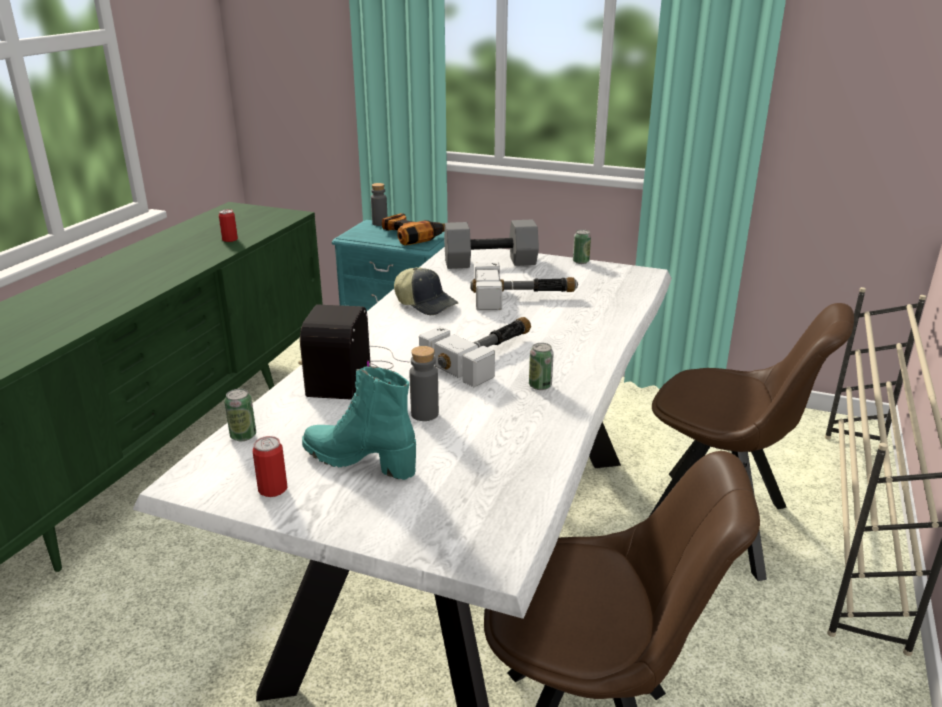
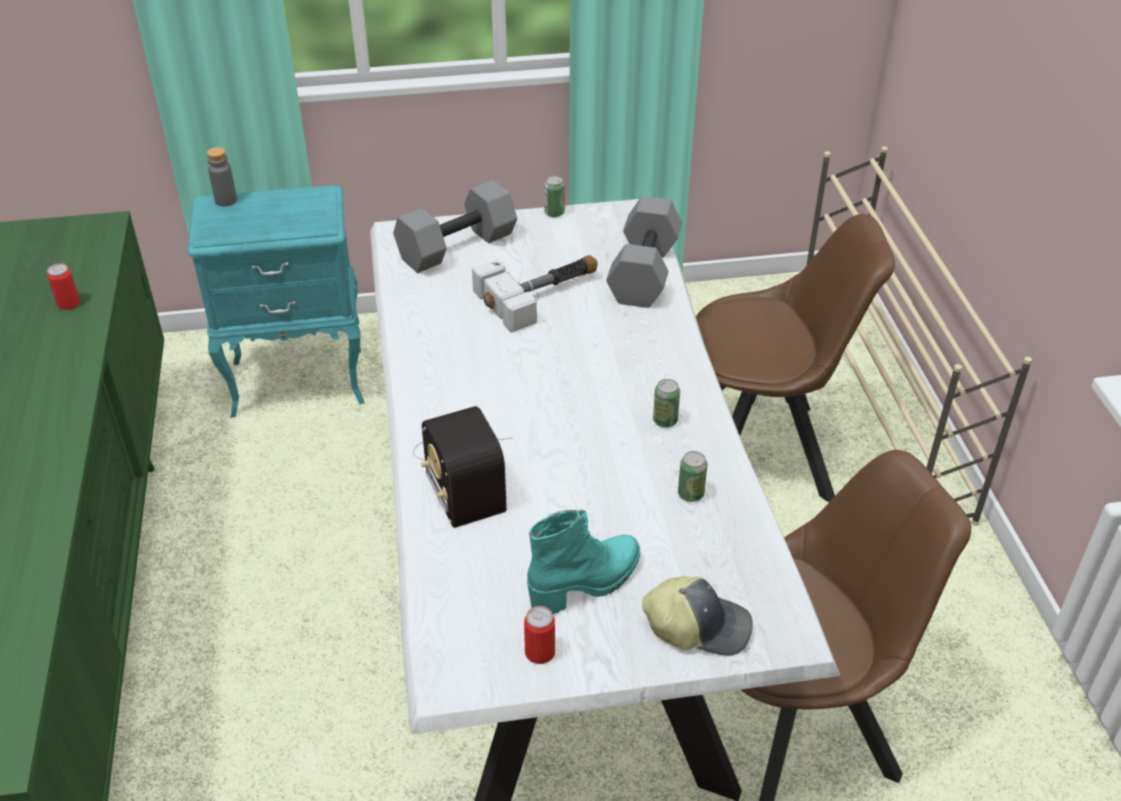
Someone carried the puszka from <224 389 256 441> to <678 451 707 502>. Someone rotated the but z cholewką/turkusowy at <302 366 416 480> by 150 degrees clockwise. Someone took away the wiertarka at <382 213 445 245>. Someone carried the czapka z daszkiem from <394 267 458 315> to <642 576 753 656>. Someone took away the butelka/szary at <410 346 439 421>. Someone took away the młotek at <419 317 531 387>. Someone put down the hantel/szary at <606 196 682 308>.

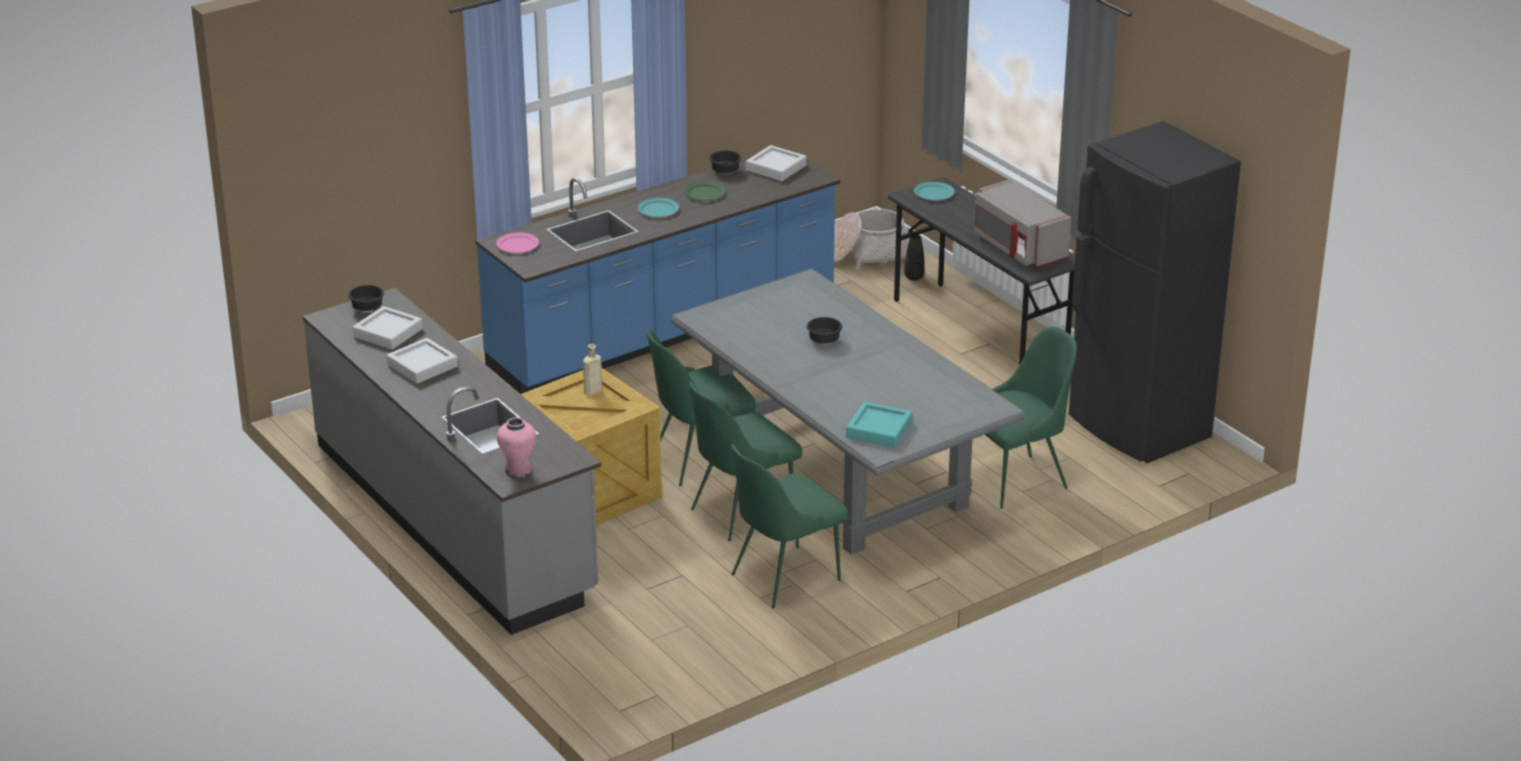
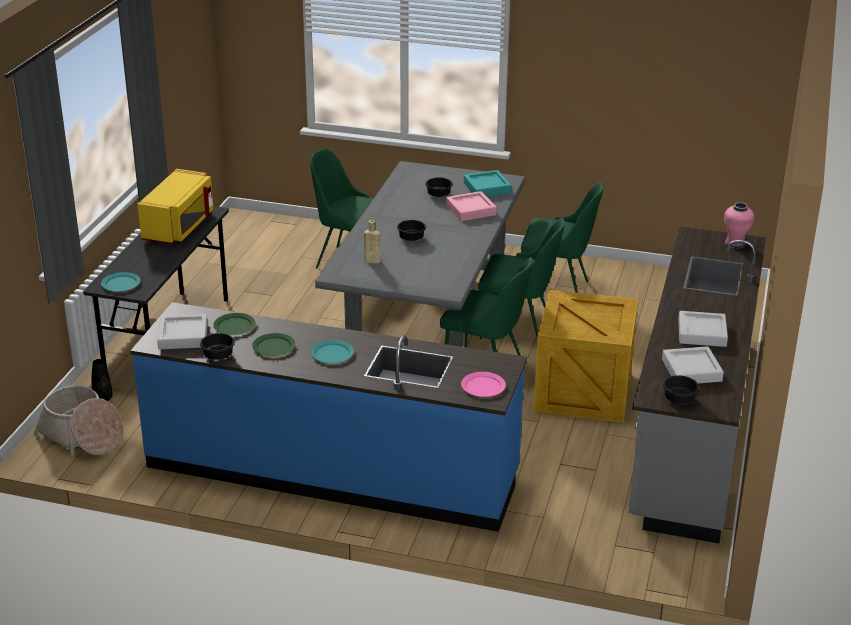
Someone carried the butelka/beżowy from <583 344 602 396> to <364 220 381 264>. Someone repainted the mikrofalówka/szary at <974 179 1071 268>, which became the mikrofalówka/żółty at <138 169 214 244>. Someone took away the lodówka/czarny at <1069 121 1241 463>. Someone put down the talerz/zielony at <213 313 256 335>. Someone put down the miska/czarny at <425 177 453 197>. Someone put down the taca/różowy at <446 191 497 221>.

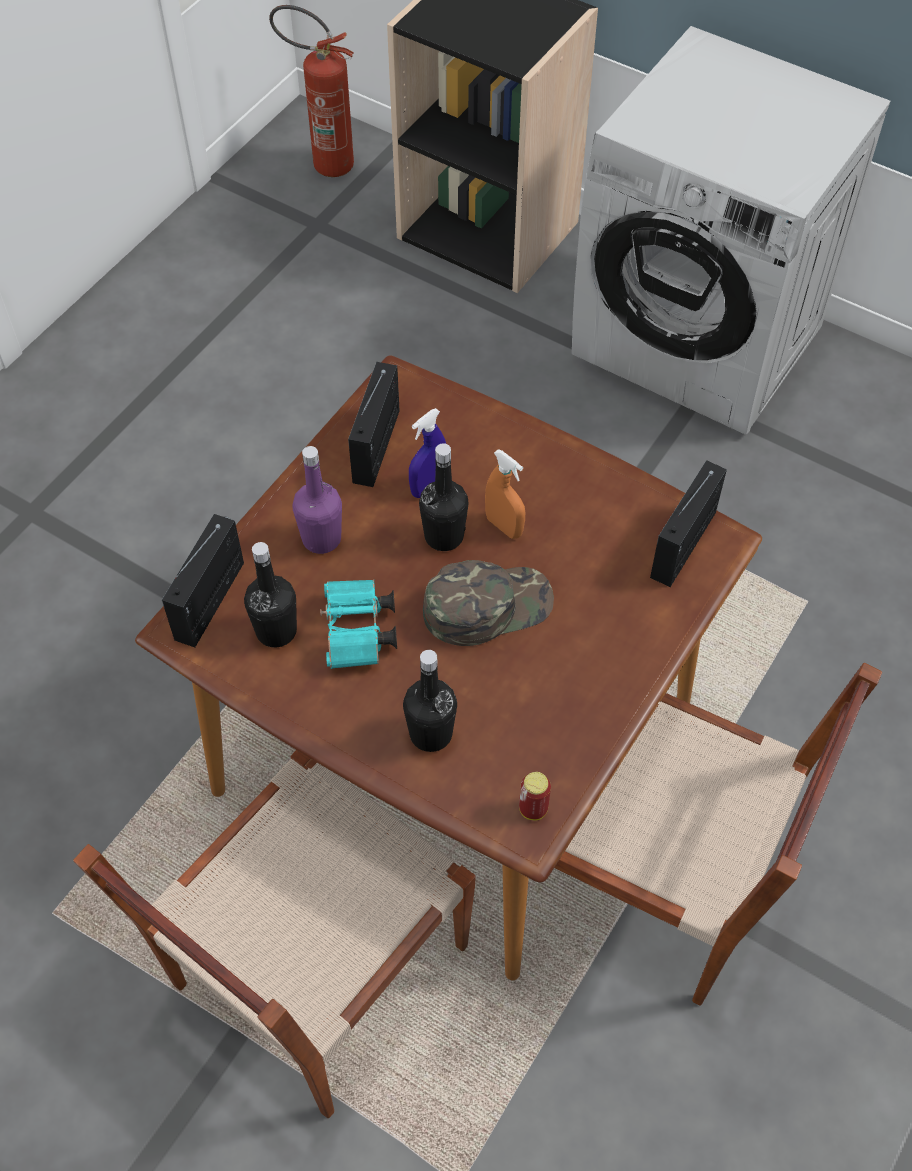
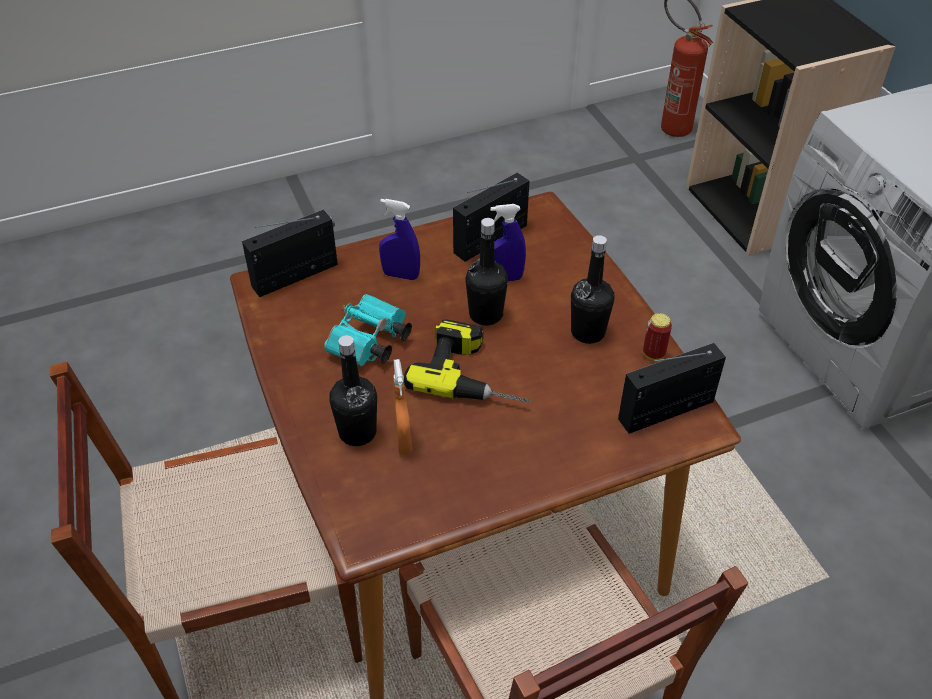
Someone carried the butelka/czarny from <244 542 297 648> to <571 235 614 344>. Someone swapped the butelka/fioletowy at <292 446 342 554> for the spryskiwacz/niebieski at <379 199 420 280>. Someone swapped the czapka z daszkiem/zielony at <423 560 554 646> for the wiertarka at <404 320 530 403>. Someone carried the spryskiwacz/pomarańczowy from <485 449 525 539> to <393 359 412 455>. Someone carried the puszka from <519 772 551 821> to <643 313 672 361>.

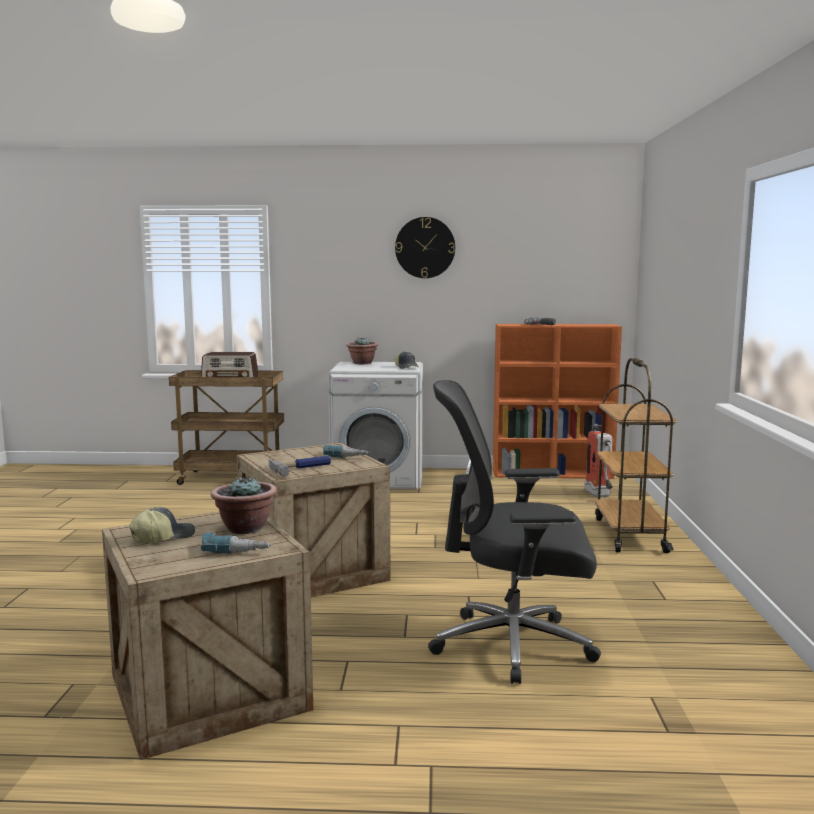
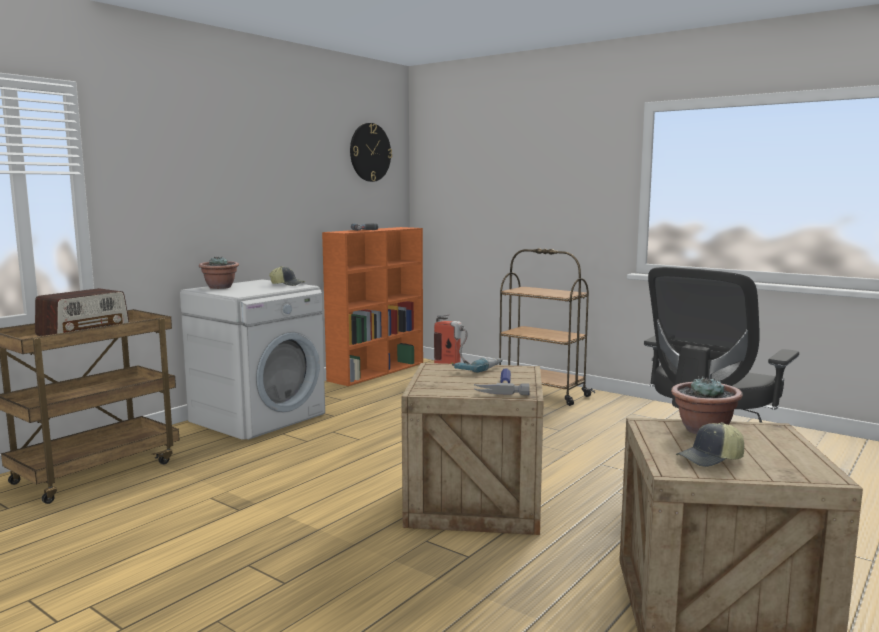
Someone rotated the czapka z daszkiem at <129 507 195 544> by 105 degrees counterclockwise. Someone took away the wiertarka at <201 532 271 554>. Someone carried the zegar ścienny from <395 217 455 278> to <350 123 392 182>.

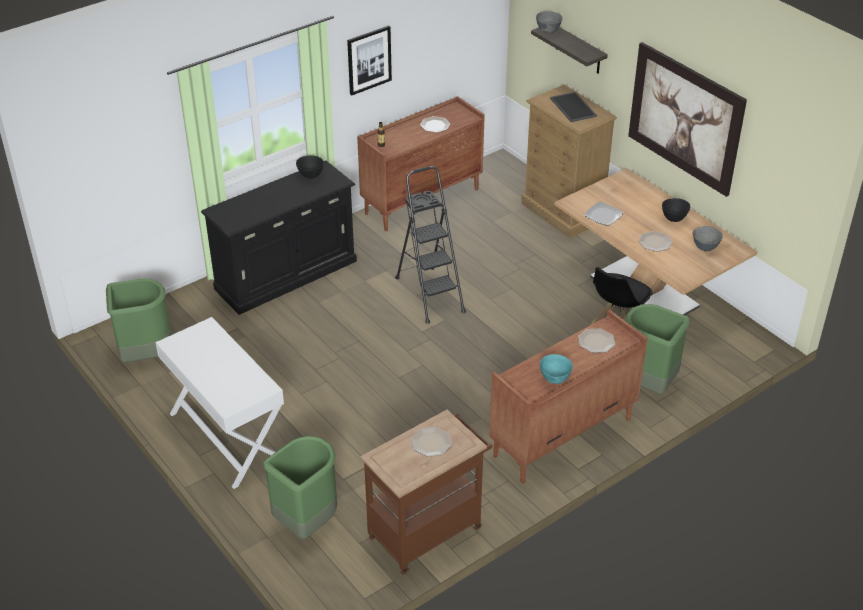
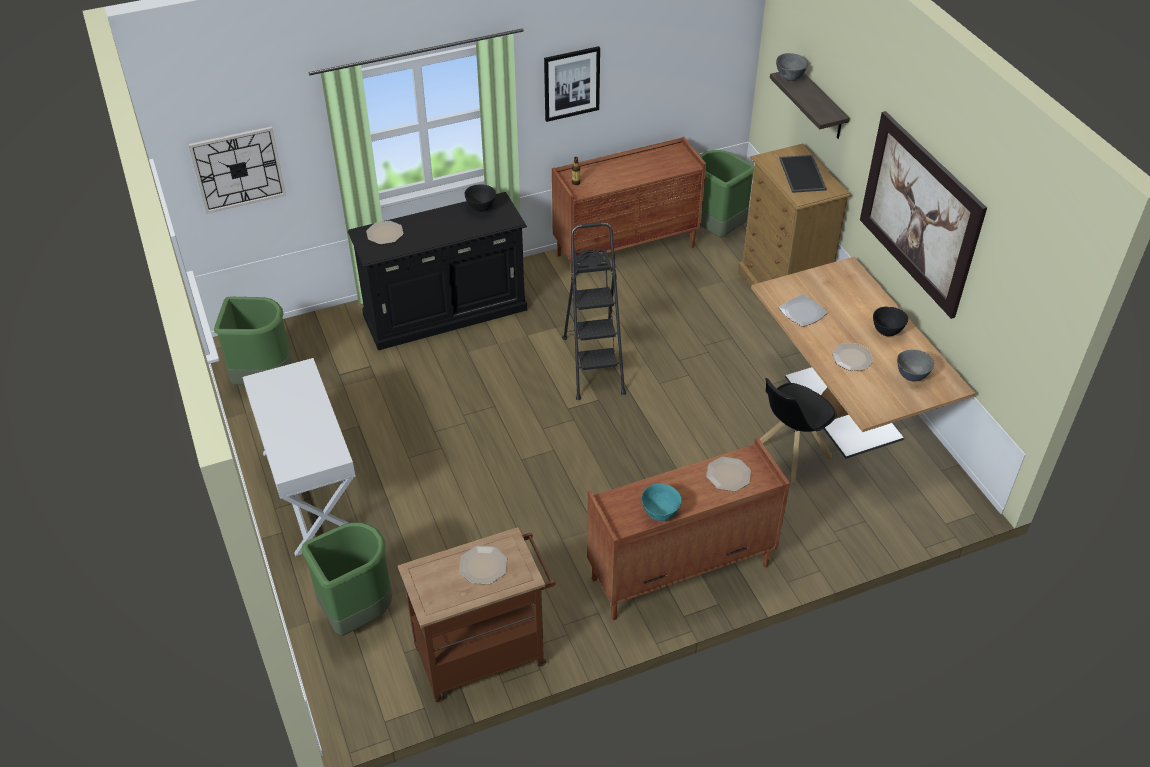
Someone carried the talerz from <420 116 450 133> to <366 221 404 244>. Someone carried the kosz na śmieci/zielony from <625 304 690 394> to <700 150 754 238>. Someone put up the zegar ścienny at <188 126 286 214>.

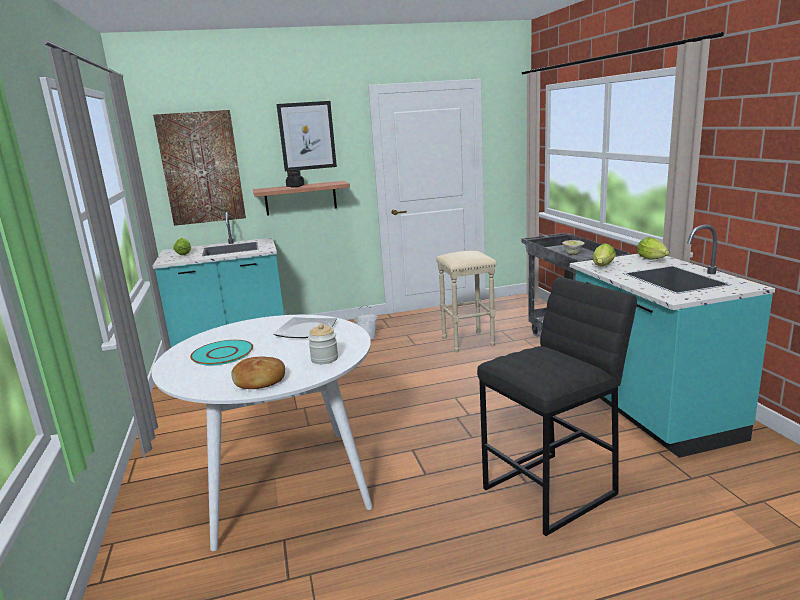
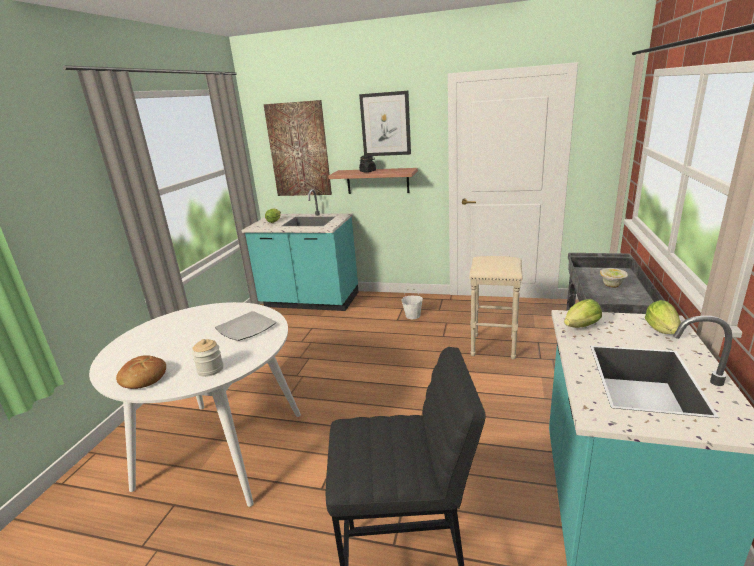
Someone took away the talerz/turkusowy at <190 340 253 366>.

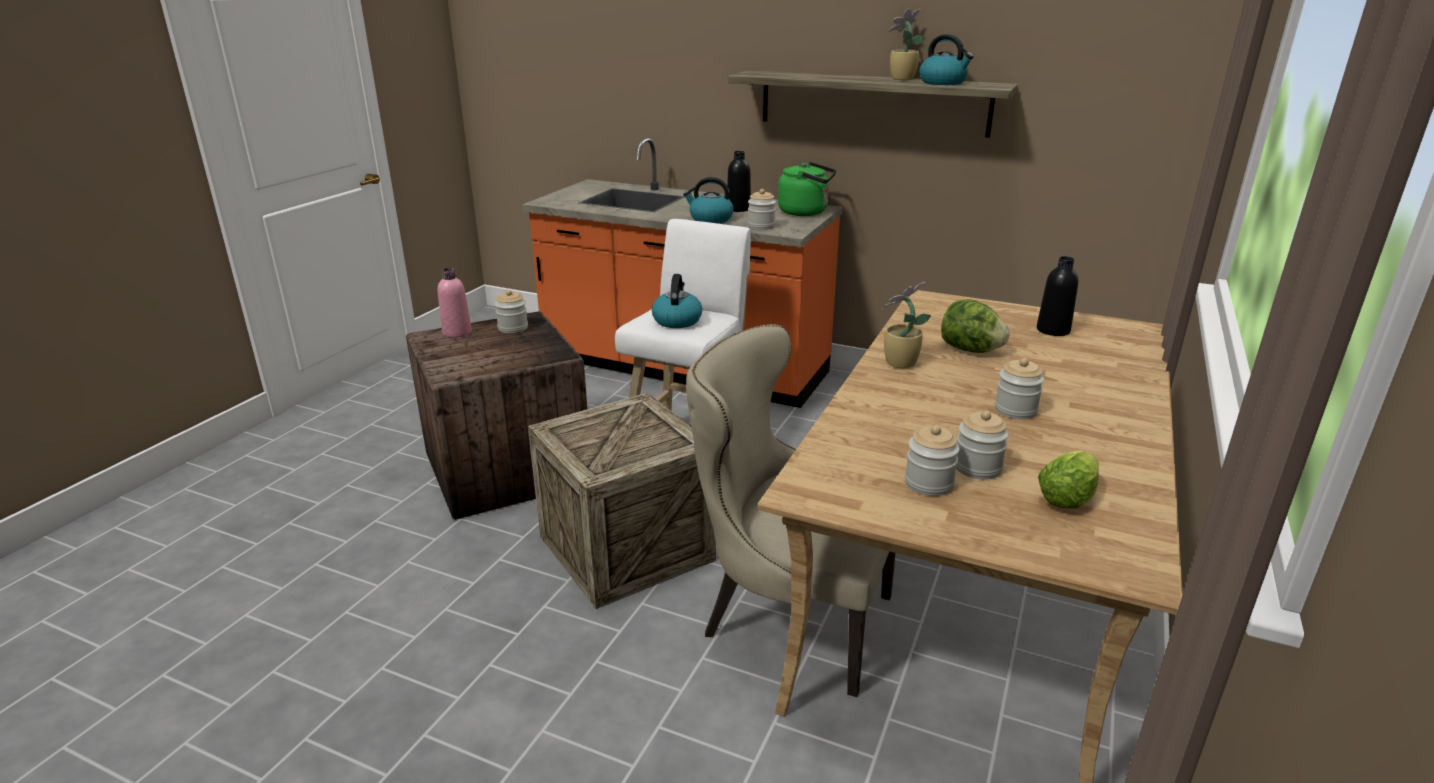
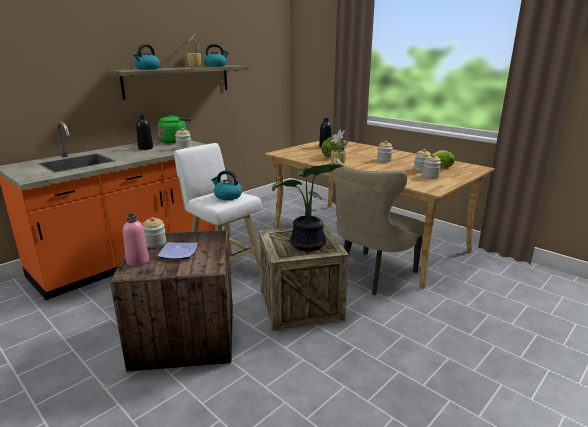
Someone carried the czajnik from <683 177 733 223> to <134 44 161 70>. Someone put down the talerz at <158 242 198 259>. Someone put down the roślina doniczkowa at <272 163 343 252>.

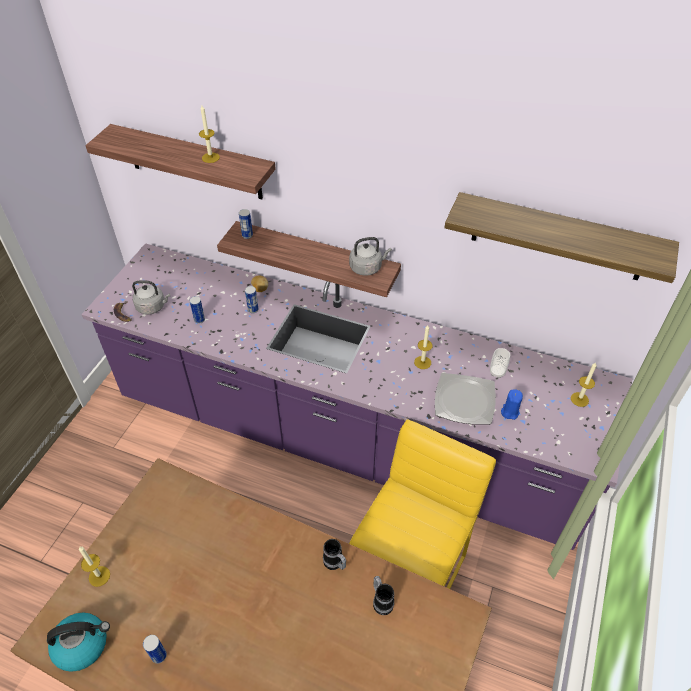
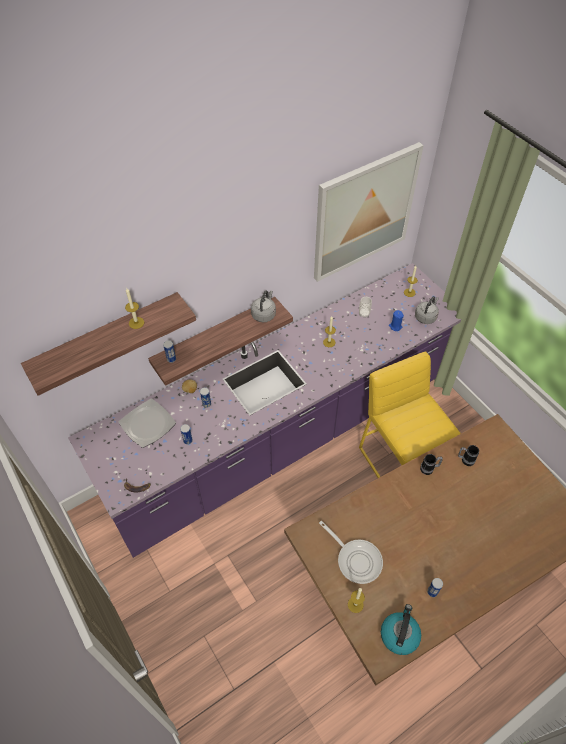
Someone carried the czajnik/szary from <132 280 170 315> to <415 296 439 324>. Someone carried the talerz from <435 373 496 425> to <119 398 176 448>. Someone swapped the półka at <444 192 679 283> for the obraz at <314 142 424 282>. Someone put down the patelnia at <319 521 383 584>.

